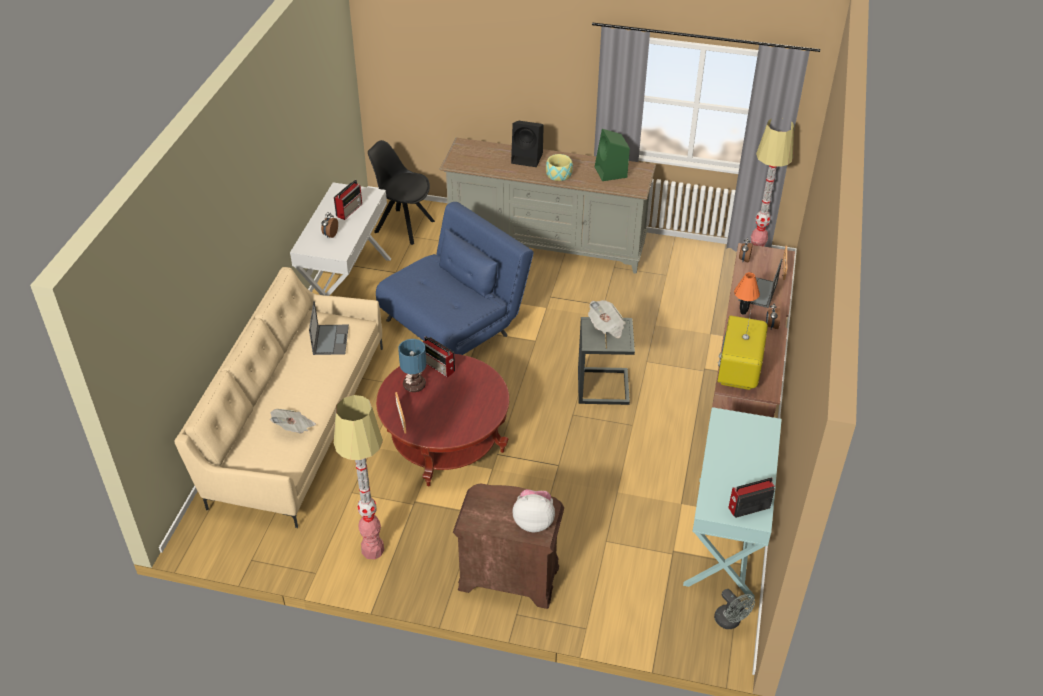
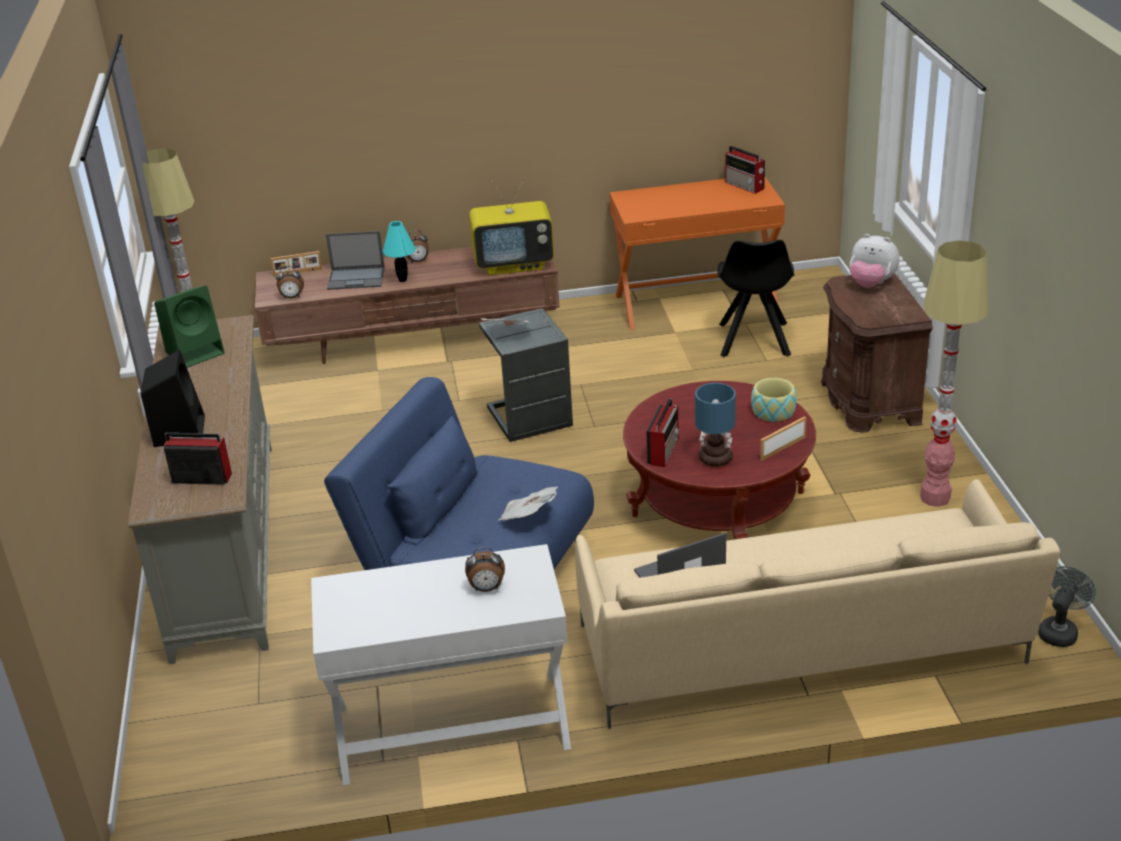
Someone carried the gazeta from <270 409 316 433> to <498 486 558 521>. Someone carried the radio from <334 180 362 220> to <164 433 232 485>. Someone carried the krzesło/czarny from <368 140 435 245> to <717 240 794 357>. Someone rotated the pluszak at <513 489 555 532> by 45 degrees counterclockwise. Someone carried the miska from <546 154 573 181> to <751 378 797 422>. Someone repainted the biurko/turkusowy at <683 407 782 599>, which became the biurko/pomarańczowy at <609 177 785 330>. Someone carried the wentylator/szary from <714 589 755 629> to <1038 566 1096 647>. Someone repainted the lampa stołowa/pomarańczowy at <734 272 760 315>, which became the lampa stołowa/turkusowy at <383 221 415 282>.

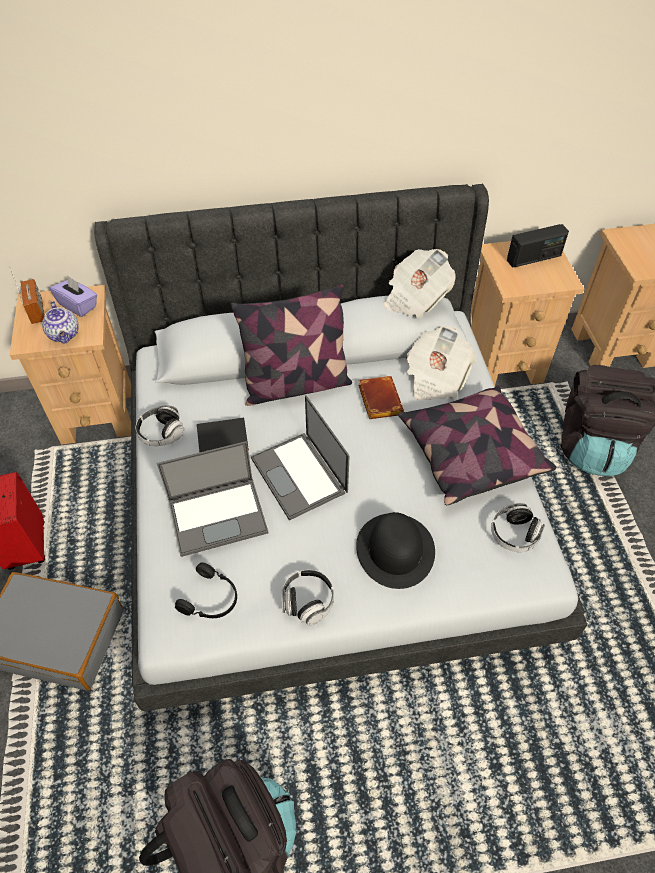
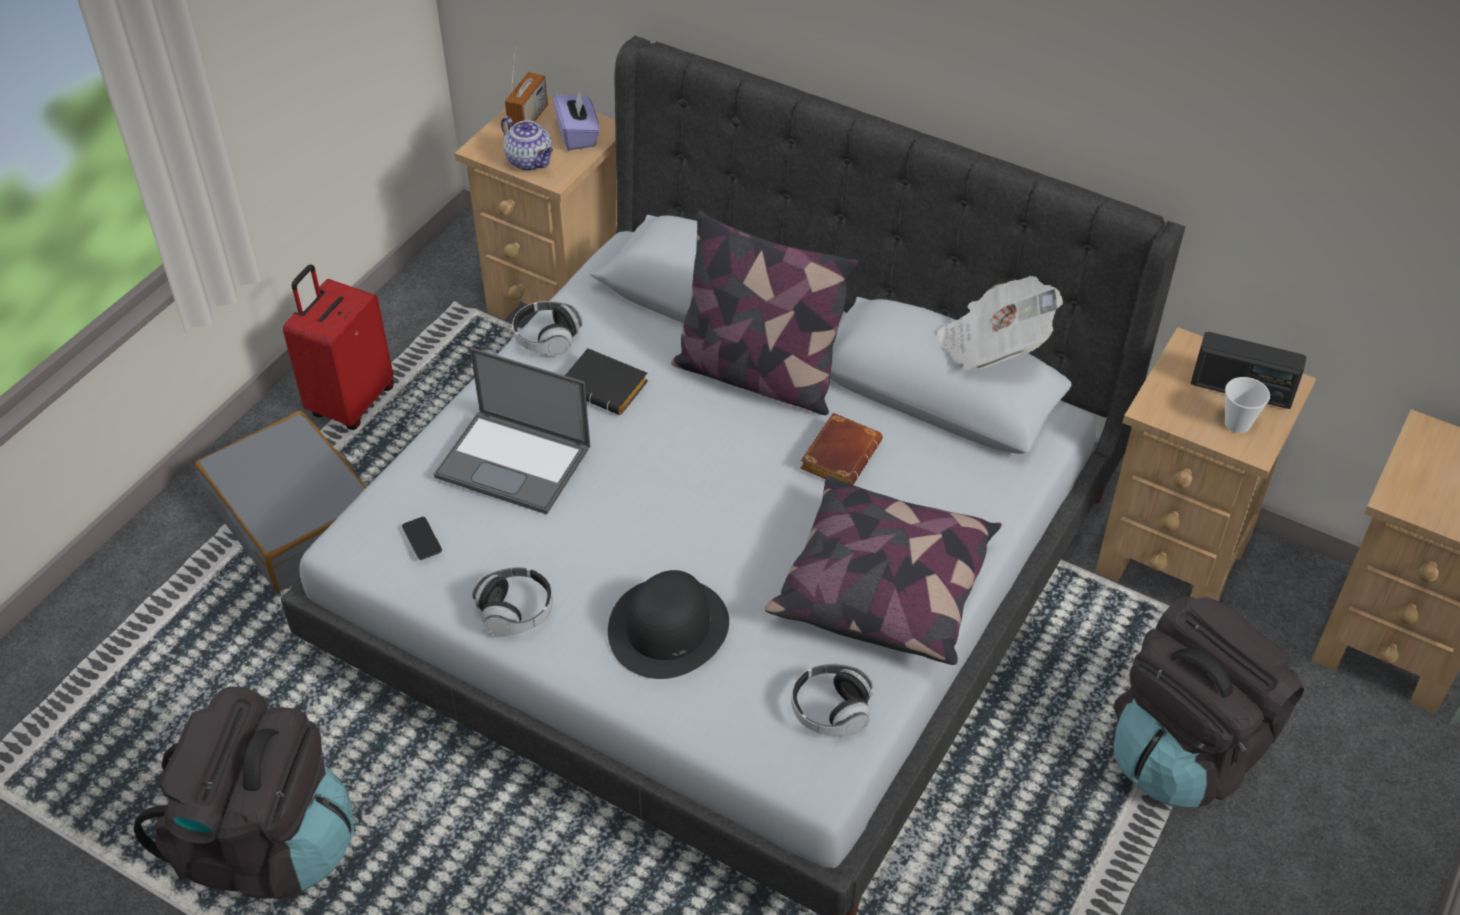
Someone rotated the imbryk at <42 301 79 344> by 60 degrees counterclockwise. Someone swapped the słuchawki/czarny at <175 562 237 618> for the telefon at <402 517 442 560>. Someone took away the laptop at <251 395 350 520>. Someone took away the gazeta at <407 326 475 401>. Someone put down the filiżanka at <1225 377 1270 433>.

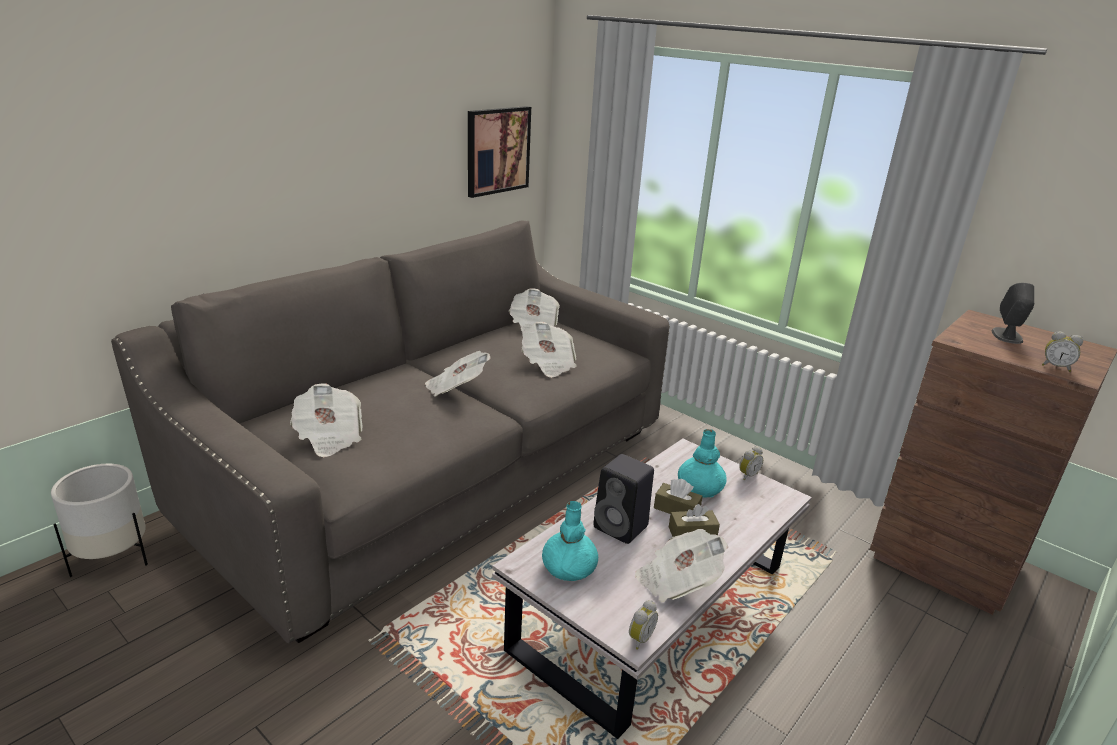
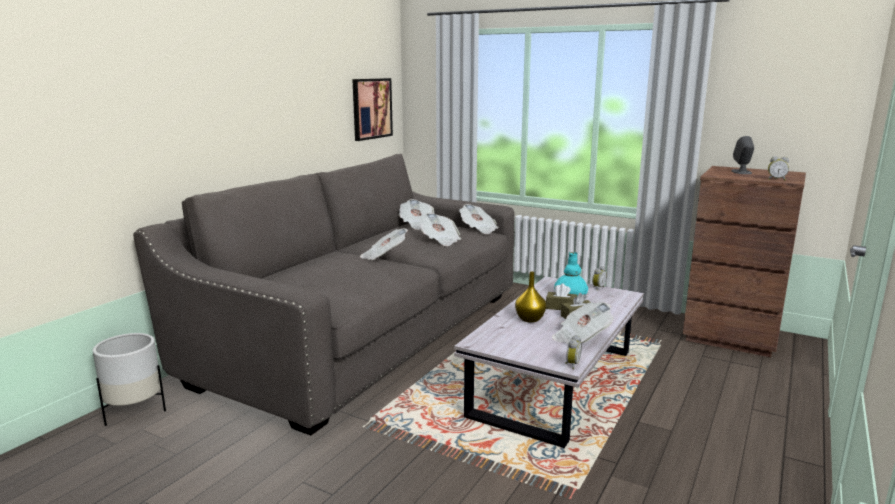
Someone carried the gazeta from <290 383 362 457> to <459 204 499 234>. Someone took away the wazon/turkusowy at <542 501 598 581>. Someone swapped the głośnik/czarny at <593 454 654 544> for the wazon/żółty at <515 272 546 323>.

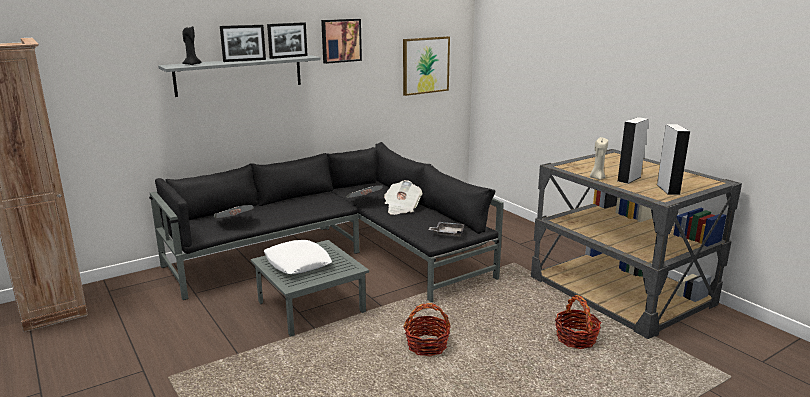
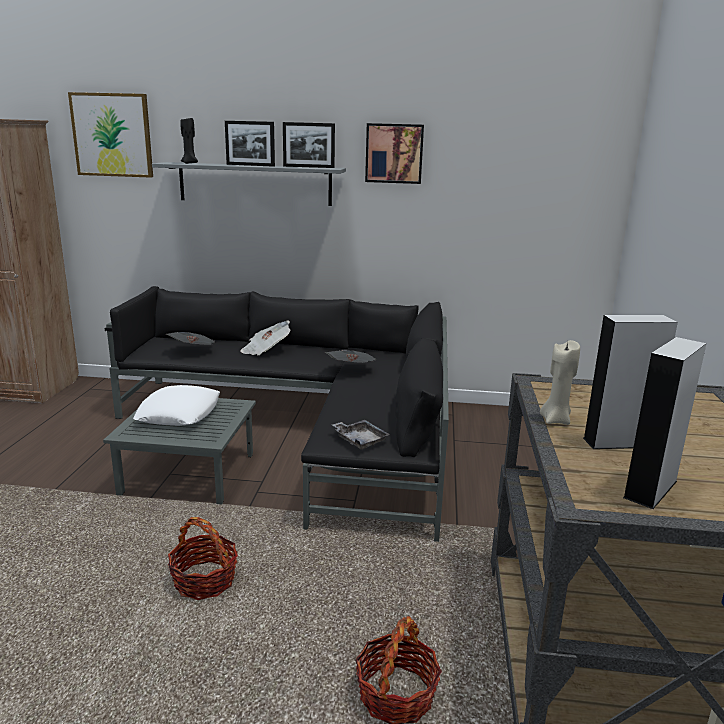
Someone carried the gazeta from <384 180 422 215> to <240 320 290 356>. Someone carried the obraz from <403 36 450 96> to <68 92 153 178>.

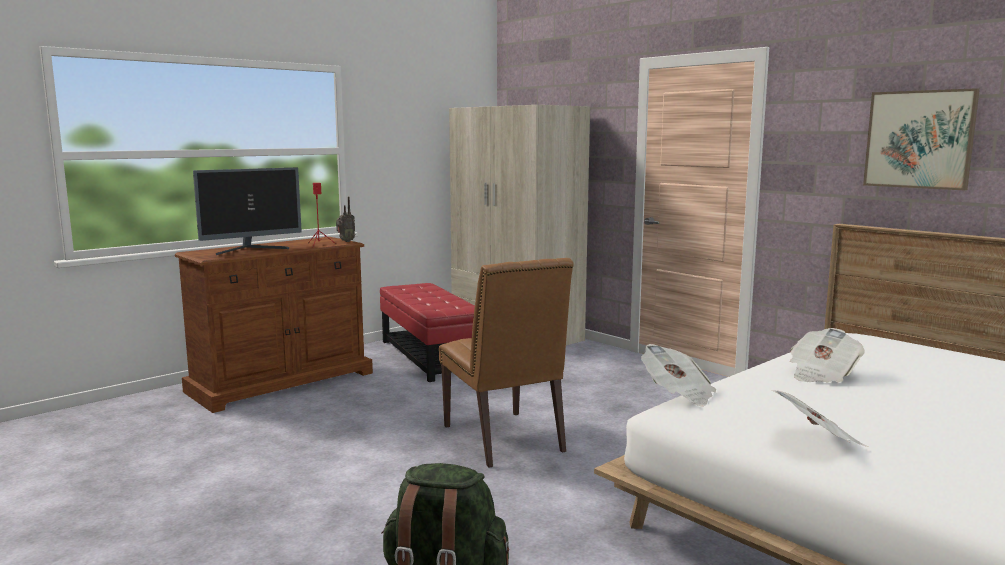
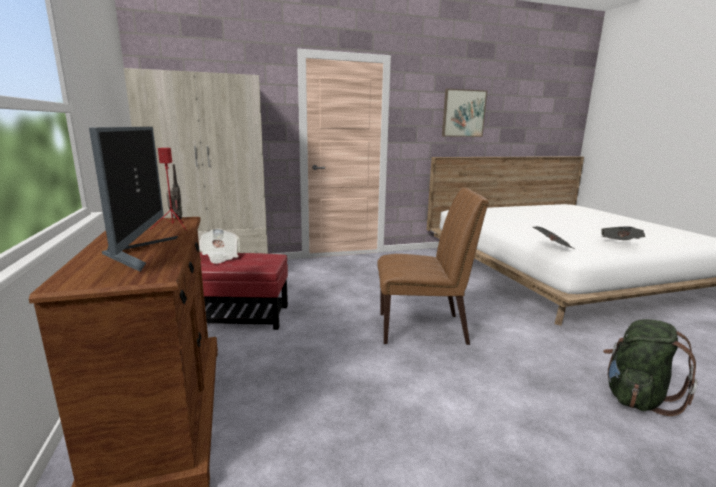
Someone carried the gazeta from <790 328 864 382> to <199 228 240 264>.

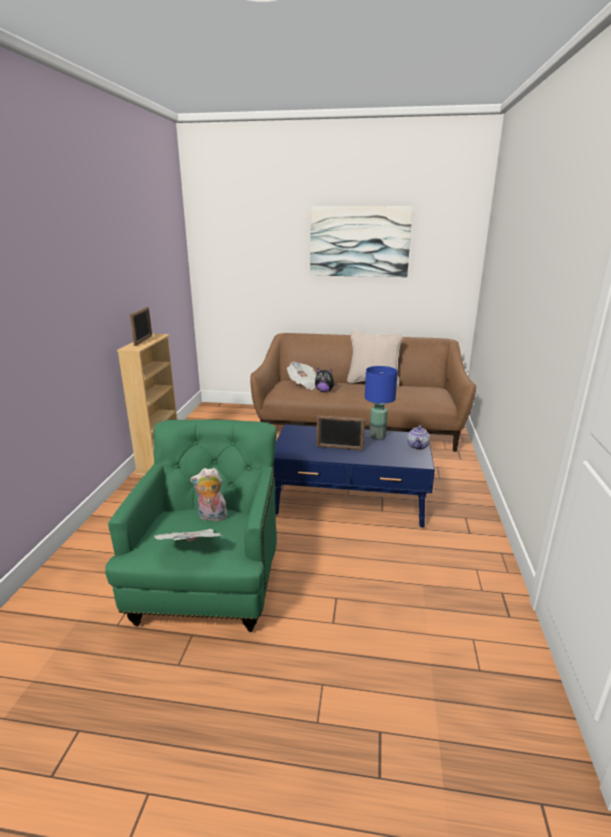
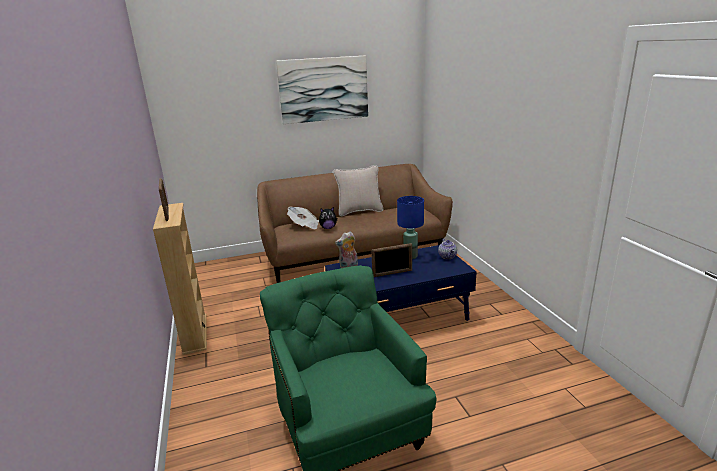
Someone took away the gazeta at <154 529 223 542>. Someone carried the pluszak from <190 468 228 521> to <335 232 358 268>.

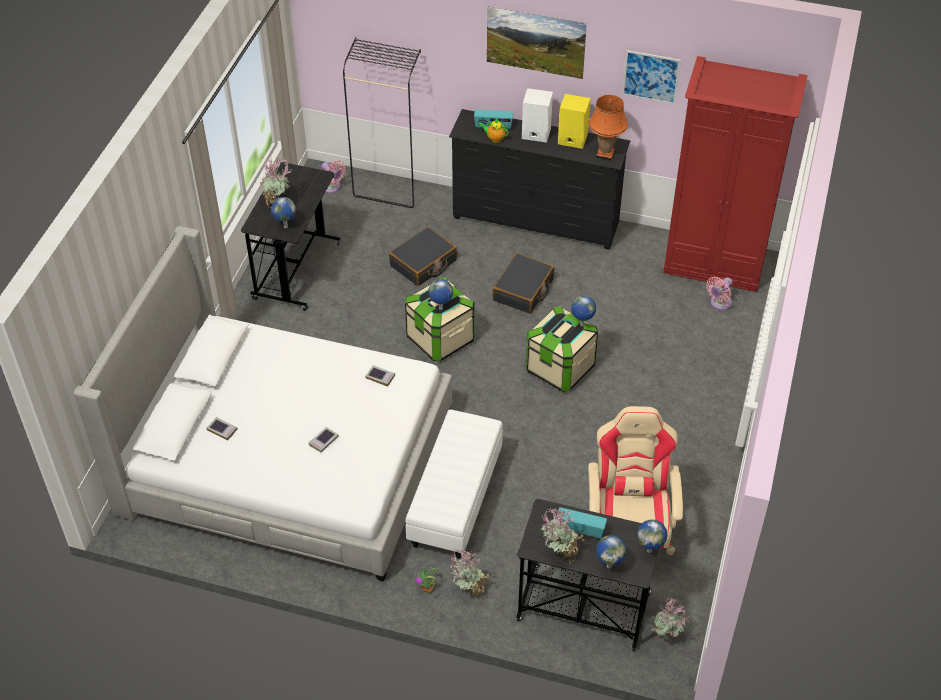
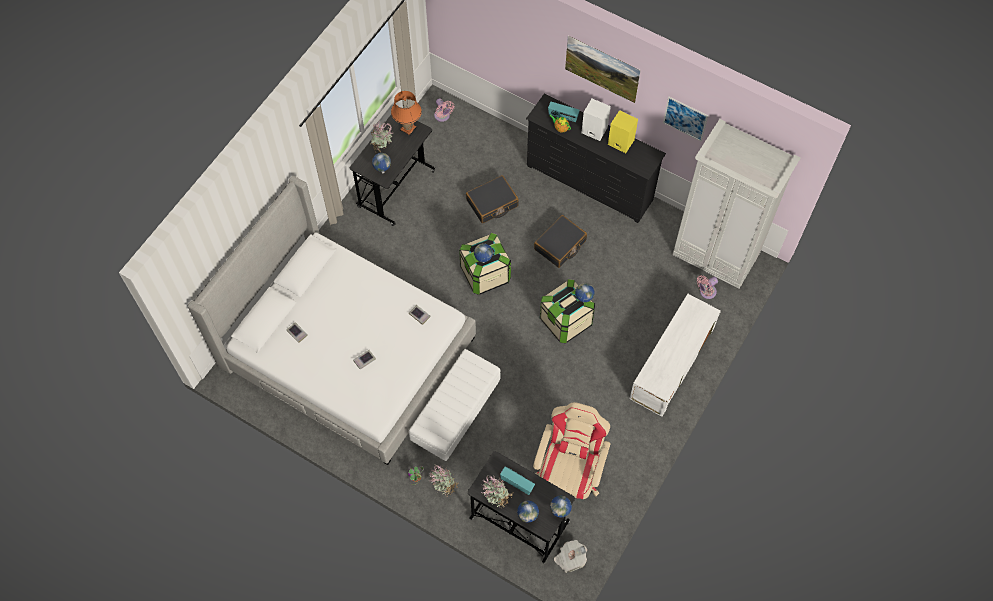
Someone took away the wieszak/czarny at <343 37 421 208>. Someone carried the lampa stołowa/pomarańczowy from <588 95 628 161> to <391 91 422 136>. Someone swapped the roślina doniczkowa at <651 596 688 640> for the gazeta at <554 540 587 573>. Someone repainted the szafa/czerwony at <663 56 808 292>, which became the szafa/biały at <673 119 800 289>. Someone put down the ławka/biały at <629 294 721 417>.

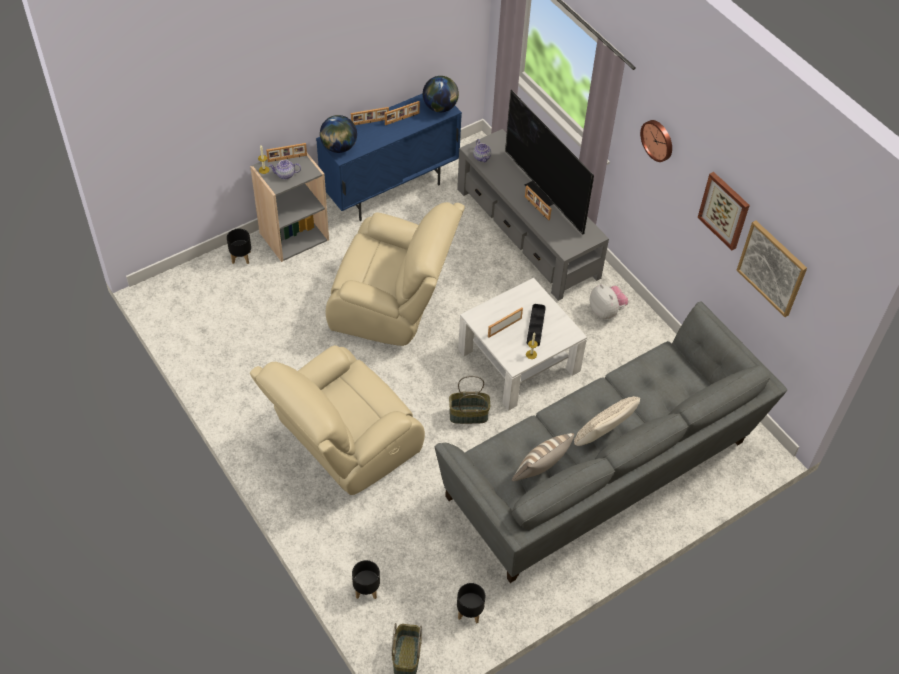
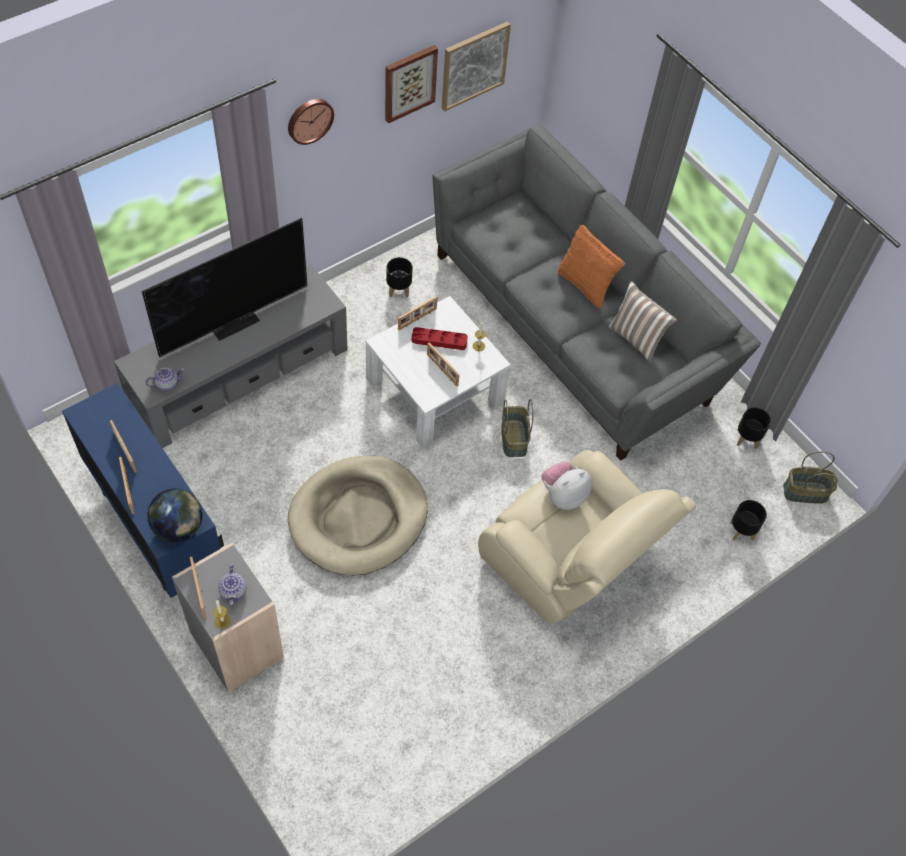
Someone carried the donica/czarny from <227 229 251 264> to <386 257 413 298>. Someone swapped the fotel/beżowy at <326 202 465 346> for the legowisko/beżowy at <288 455 428 575>. Someone took away the globus at <423 76 459 112>. Someone carried the ramka na zdjęcie from <525 185 551 220> to <398 296 437 330>. Someone repainted the taca/czarny at <527 304 546 346>, which became the taca/czerwony at <412 327 468 350>. Someone repainted the poduszka/beżowy at <574 396 640 446>, which became the poduszka/pomarańczowy at <558 224 625 308>. Someone carried the pluszak from <590 284 628 319> to <542 461 592 510>.

